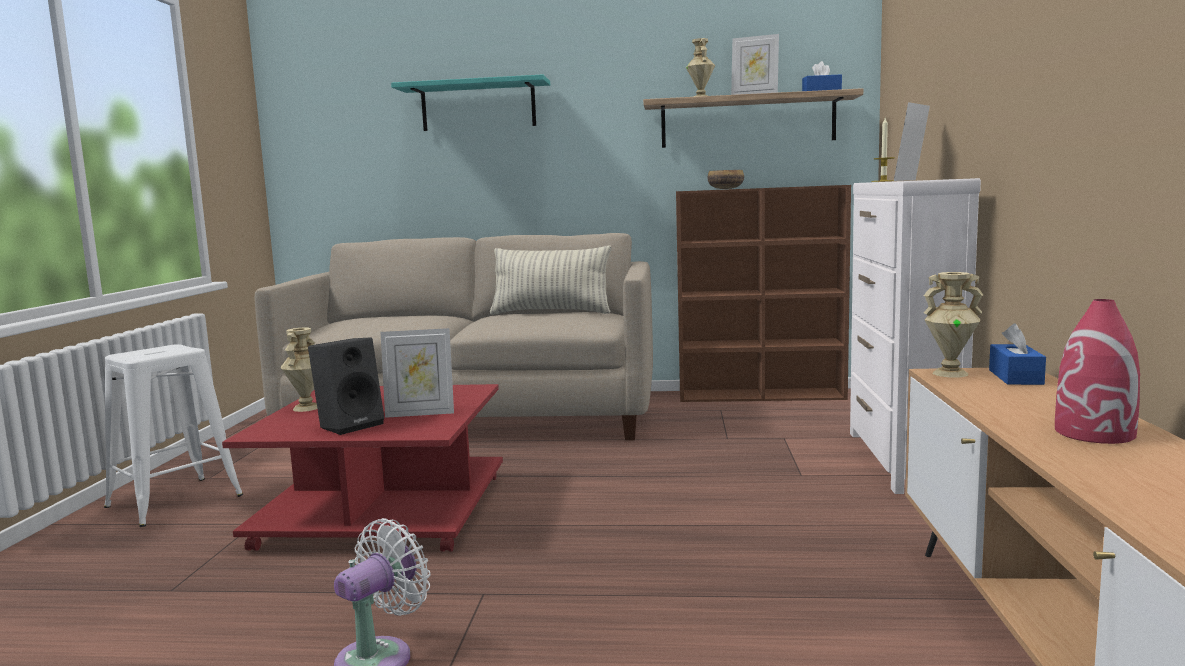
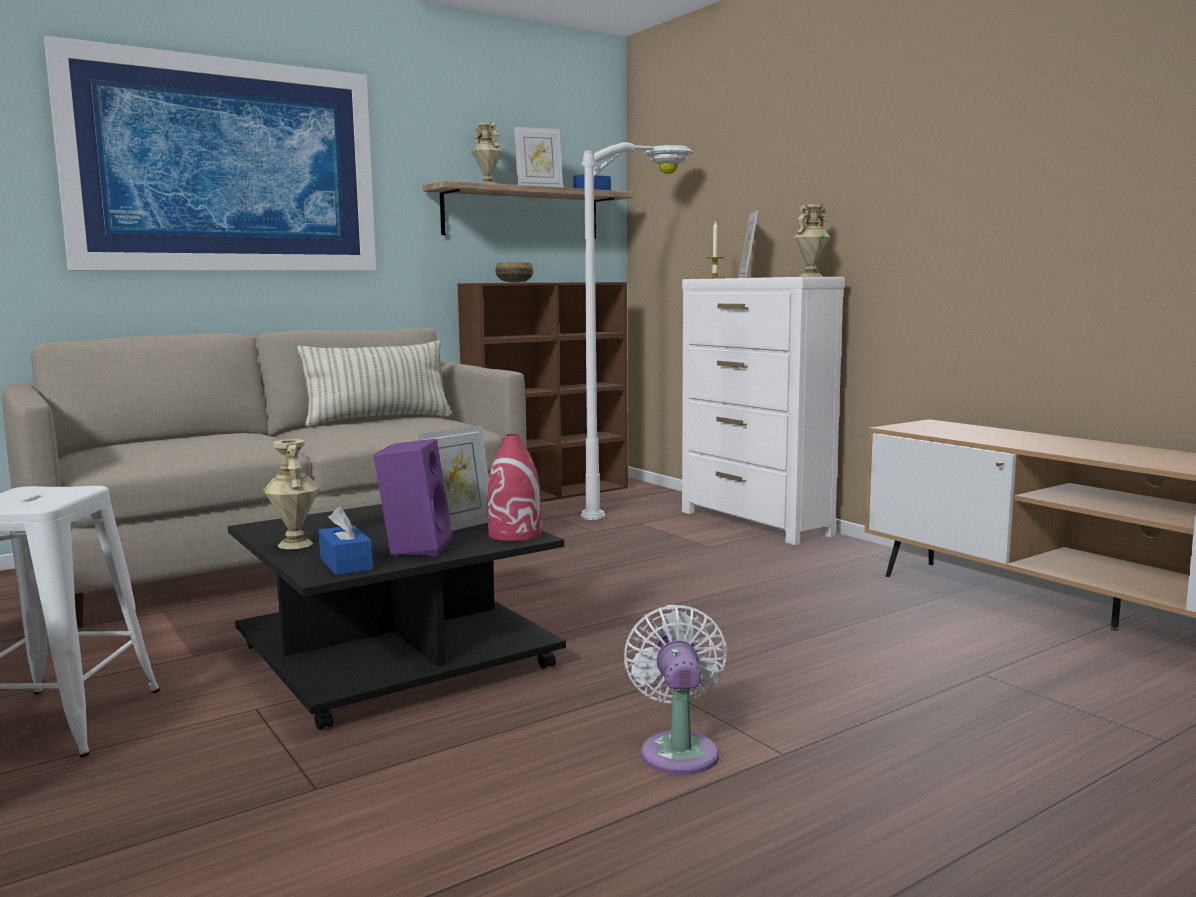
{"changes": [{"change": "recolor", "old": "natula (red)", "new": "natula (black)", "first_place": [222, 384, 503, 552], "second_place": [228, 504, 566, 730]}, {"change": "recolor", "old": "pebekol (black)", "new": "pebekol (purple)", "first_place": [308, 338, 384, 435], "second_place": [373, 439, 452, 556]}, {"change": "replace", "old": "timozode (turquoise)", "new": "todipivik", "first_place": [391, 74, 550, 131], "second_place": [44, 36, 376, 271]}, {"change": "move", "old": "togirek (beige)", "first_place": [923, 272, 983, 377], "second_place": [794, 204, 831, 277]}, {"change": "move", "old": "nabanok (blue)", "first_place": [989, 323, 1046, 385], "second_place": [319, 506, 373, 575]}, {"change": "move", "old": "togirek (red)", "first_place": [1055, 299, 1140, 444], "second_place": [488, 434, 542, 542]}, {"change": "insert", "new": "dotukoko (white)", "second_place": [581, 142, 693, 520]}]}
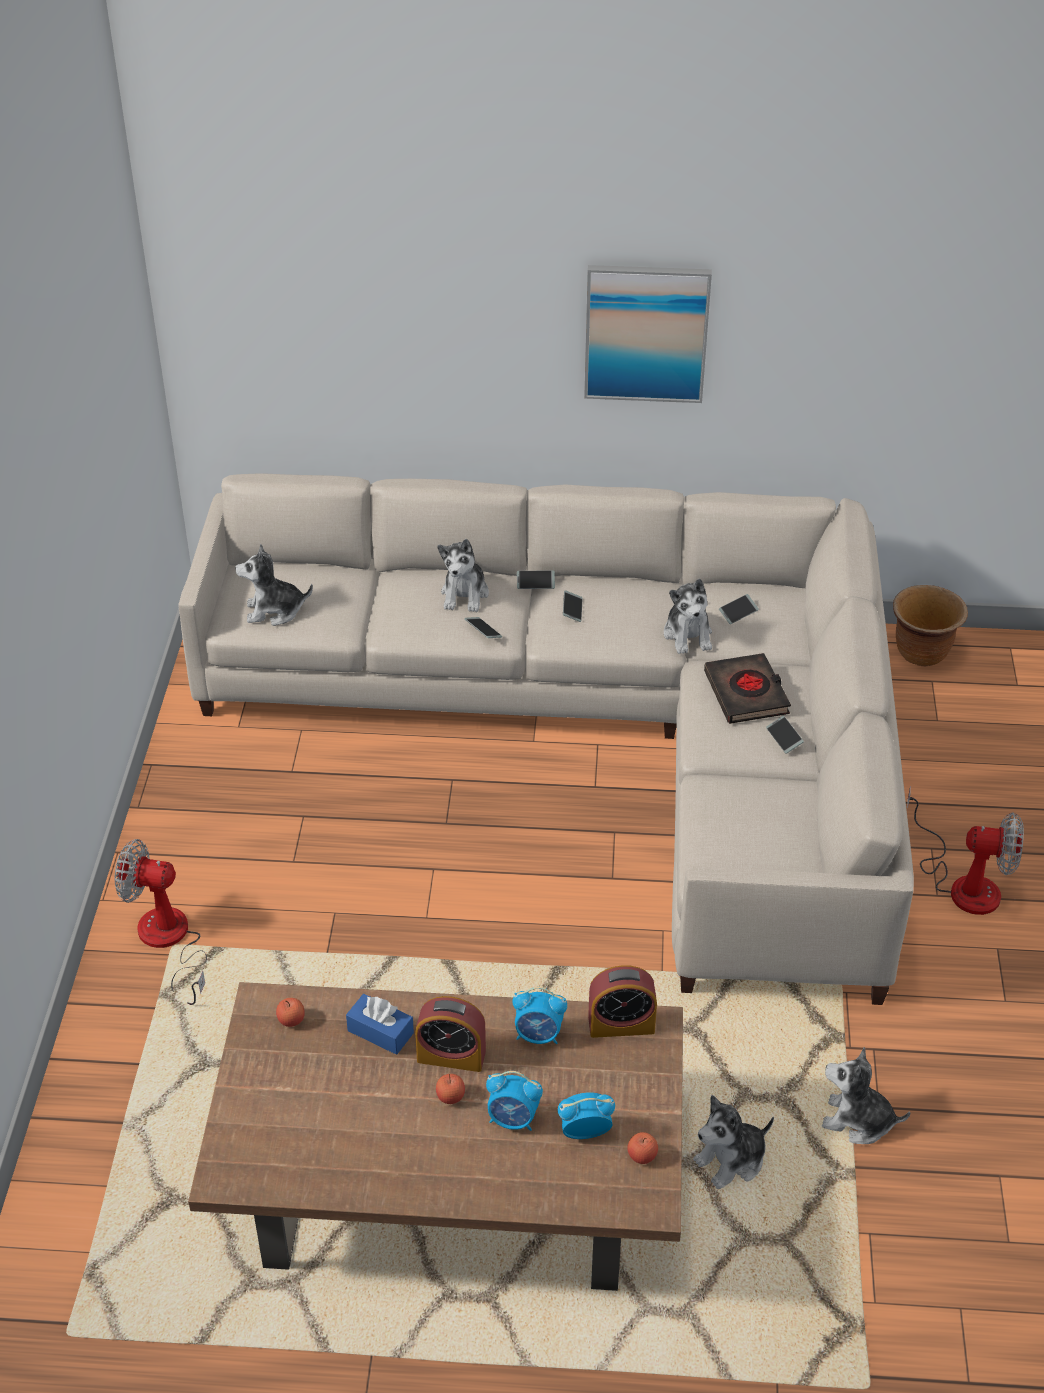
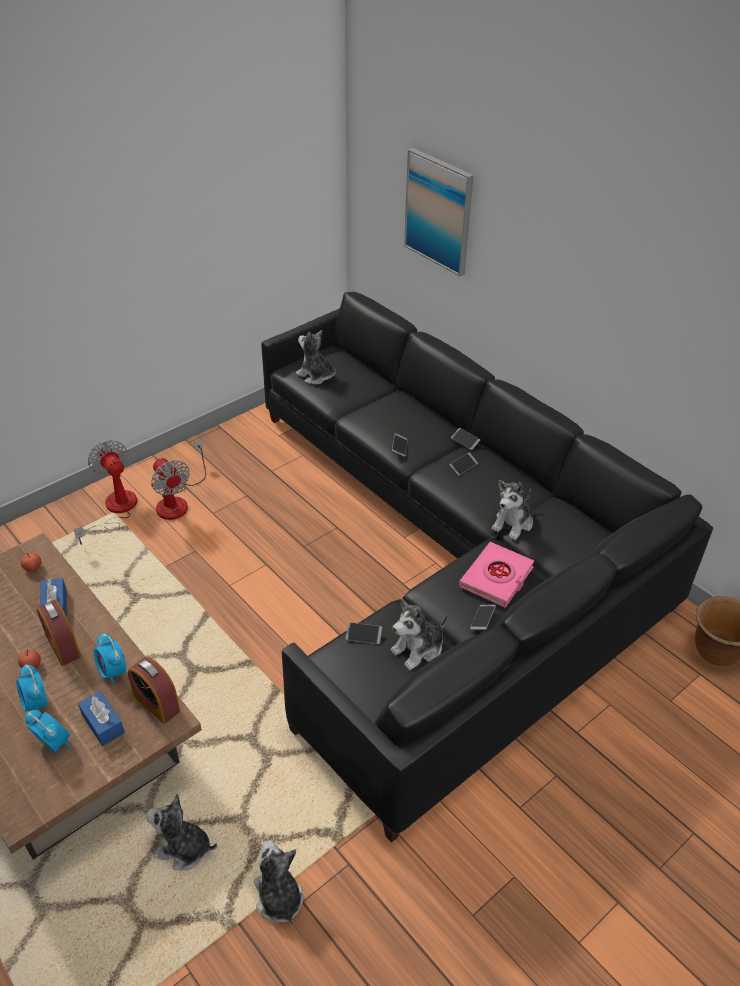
{"changes": [{"change": "recolor", "old": "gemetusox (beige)", "new": "gemetusox (black)", "first_place": [178, 473, 914, 1005], "second_place": [261, 292, 713, 843]}, {"change": "move", "old": "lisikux", "first_place": [437, 539, 489, 612], "second_place": [390, 599, 448, 670]}, {"change": "move", "old": "todipivik", "first_place": [584, 265, 712, 403], "second_place": [404, 148, 474, 276]}, {"change": "delete", "old": "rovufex", "first_place": [627, 1132, 658, 1164]}, {"change": "recolor", "old": "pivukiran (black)", "new": "pivukiran (pink)", "first_place": [704, 653, 791, 724], "second_place": [459, 542, 534, 608]}, {"change": "move", "old": "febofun", "first_place": [719, 594, 759, 624], "second_place": [346, 622, 382, 644]}, {"change": "move", "old": "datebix", "first_place": [907, 786, 1024, 915], "second_place": [151, 439, 206, 520]}, {"change": "insert", "new": "nabanok (blue)", "second_place": [78, 691, 125, 746]}]}
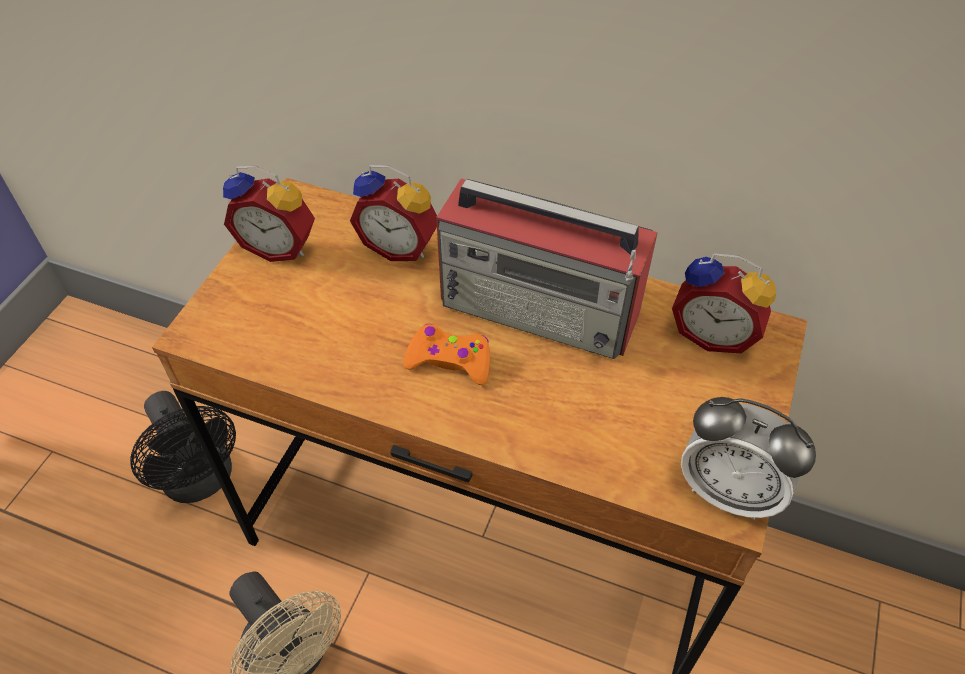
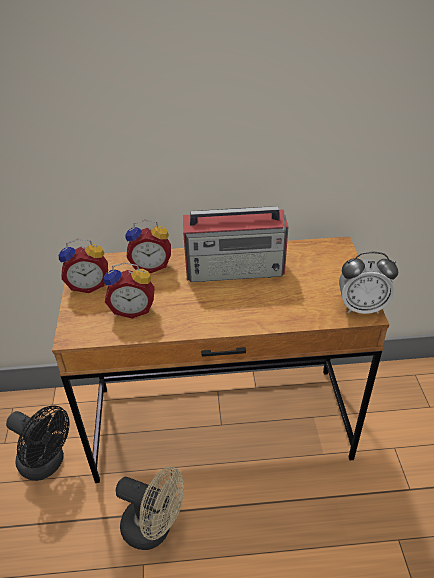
{"changes": [{"change": "delete", "old": "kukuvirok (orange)", "first_place": [403, 324, 490, 385]}, {"change": "move", "old": "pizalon", "first_place": [672, 253, 776, 353], "second_place": [104, 263, 155, 319]}]}
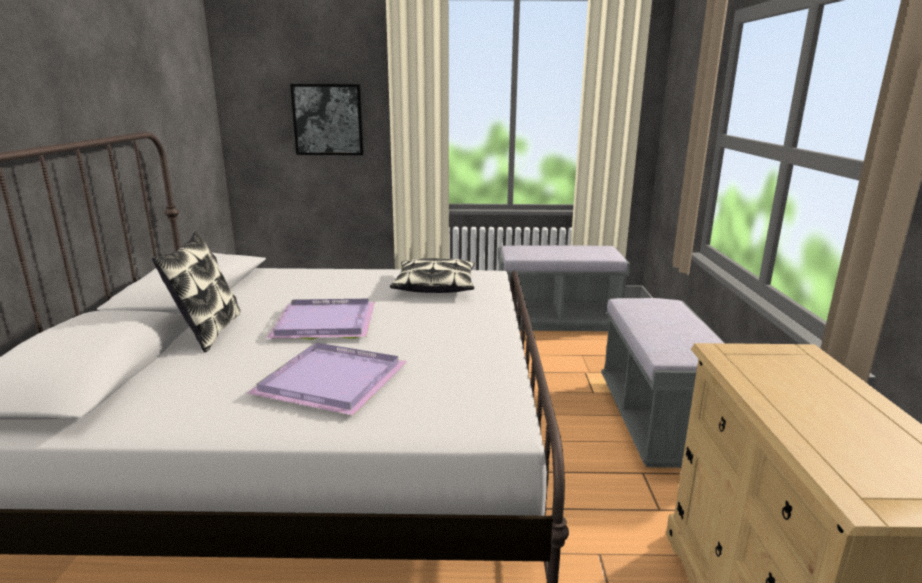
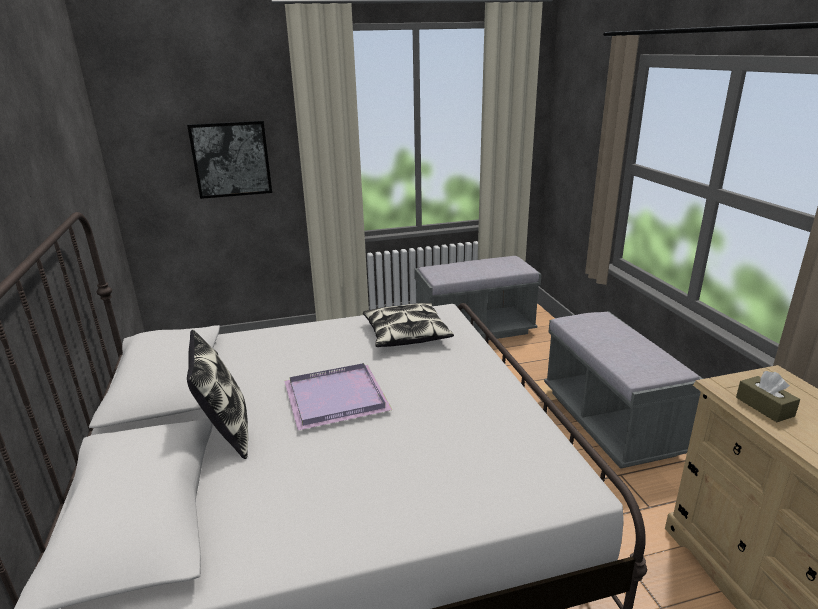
{"changes": [{"change": "delete", "old": "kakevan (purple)", "first_place": [247, 342, 407, 415]}, {"change": "insert", "new": "nabanok (brown)", "second_place": [736, 371, 800, 422]}]}
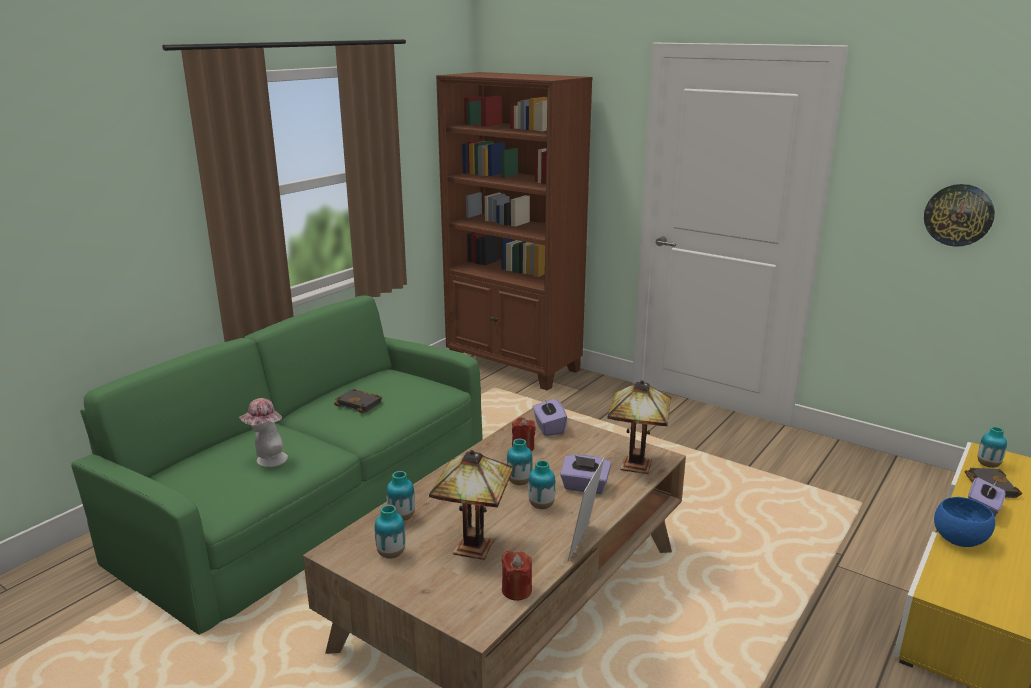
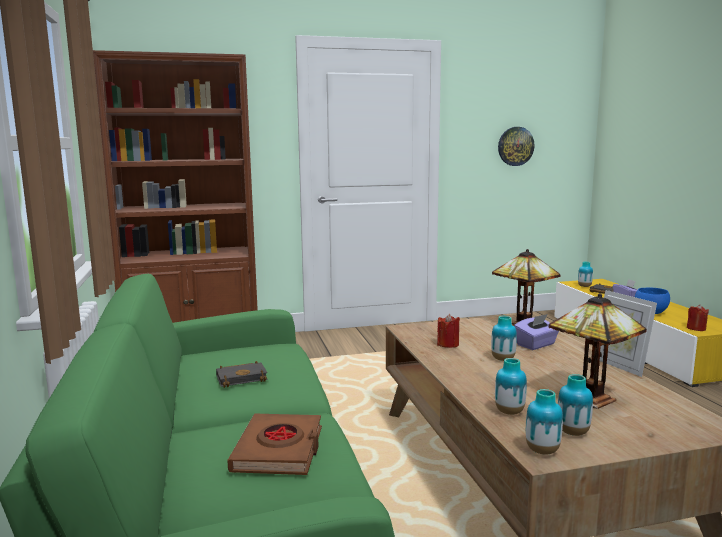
{"changes": [{"change": "replace", "old": "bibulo", "new": "pivukiran (brown)", "first_place": [239, 398, 288, 467], "second_place": [227, 414, 322, 475]}, {"change": "move", "old": "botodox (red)", "first_place": [502, 551, 532, 601], "second_place": [687, 305, 709, 331]}, {"change": "move", "old": "togirek", "first_place": [528, 460, 556, 509], "second_place": [526, 389, 563, 455]}, {"change": "delete", "old": "nabanok (purple)", "first_place": [533, 399, 567, 436]}]}
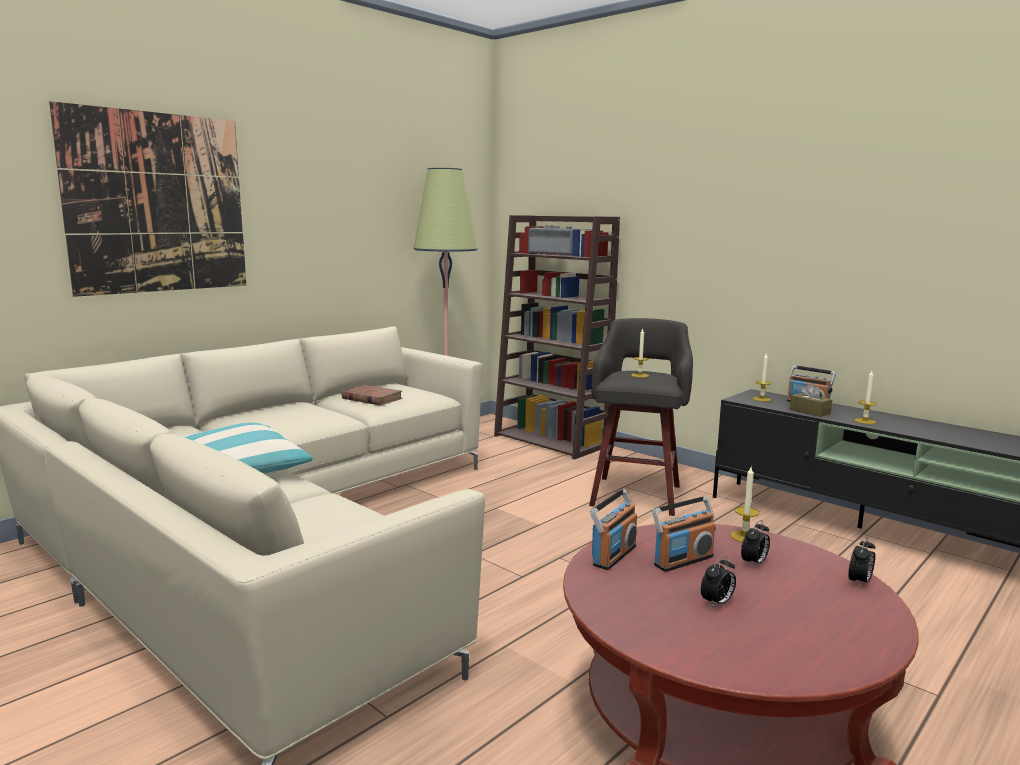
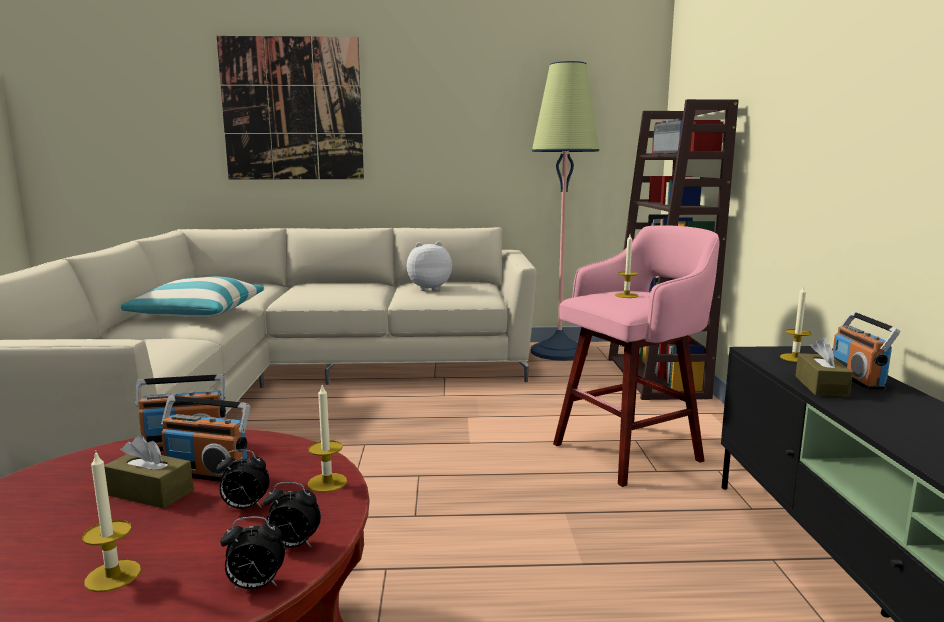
{"changes": [{"change": "replace", "old": "pivukiran (brown)", "new": "lisikux", "first_place": [342, 385, 403, 406], "second_place": [407, 242, 452, 291]}, {"change": "recolor", "old": "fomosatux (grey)", "new": "fomosatux (pink)", "first_place": [589, 318, 693, 516], "second_place": [553, 225, 720, 487]}, {"change": "move", "old": "pizalon", "first_place": [701, 556, 736, 608], "second_place": [263, 482, 321, 548]}, {"change": "move", "old": "botodox", "first_place": [855, 371, 877, 424], "second_place": [82, 450, 141, 592]}, {"change": "insert", "new": "nabanok (brown)", "second_place": [104, 435, 194, 509]}]}
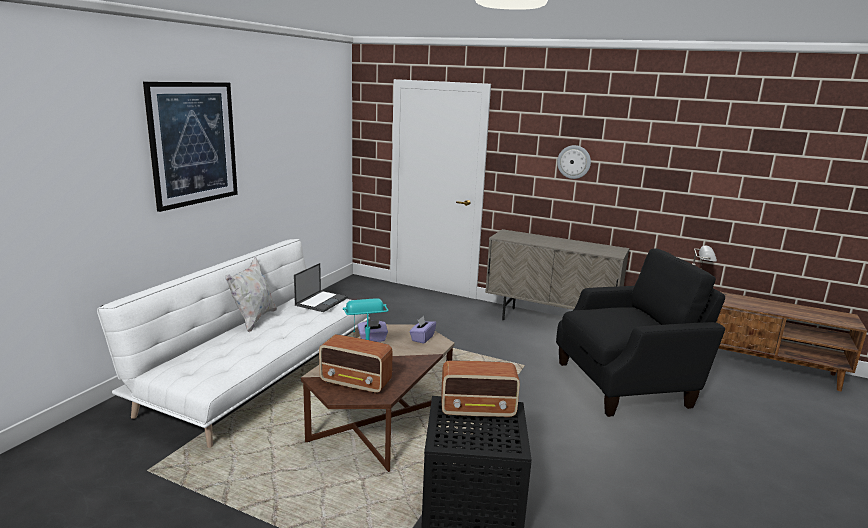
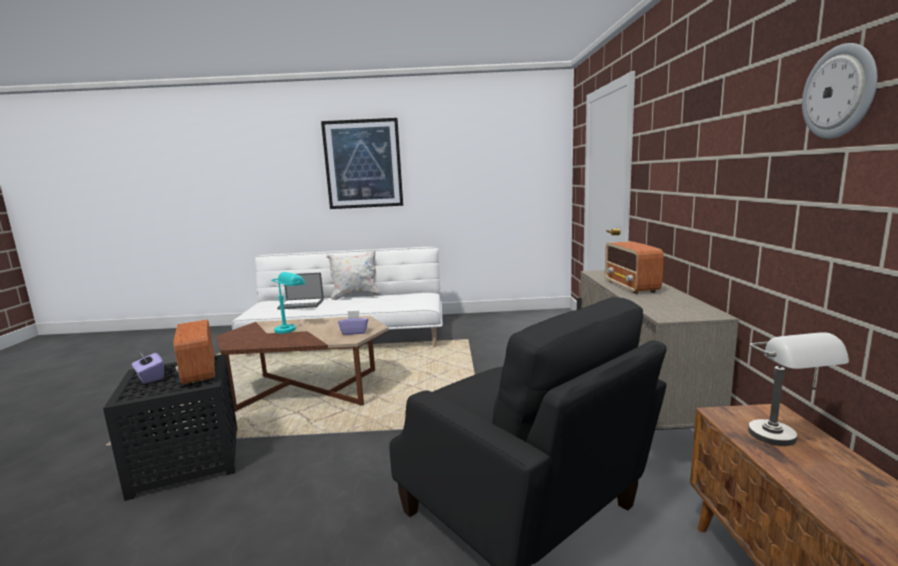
{"changes": [{"change": "move", "old": "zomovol", "first_place": [294, 263, 348, 312], "second_place": [277, 273, 324, 309]}, {"change": "move", "old": "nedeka", "first_place": [319, 334, 393, 394], "second_place": [605, 241, 664, 294]}, {"change": "move", "old": "nabanok (purple)", "first_place": [357, 321, 388, 342], "second_place": [132, 352, 164, 384]}, {"change": "move", "old": "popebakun", "first_place": [557, 145, 591, 179], "second_place": [802, 43, 877, 139]}]}
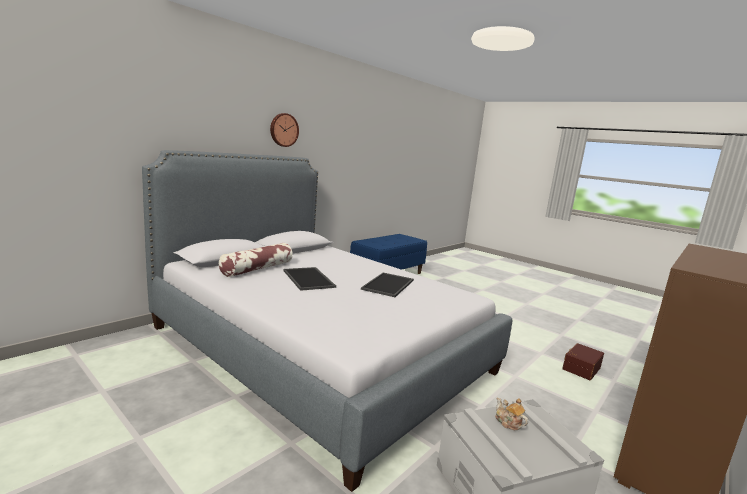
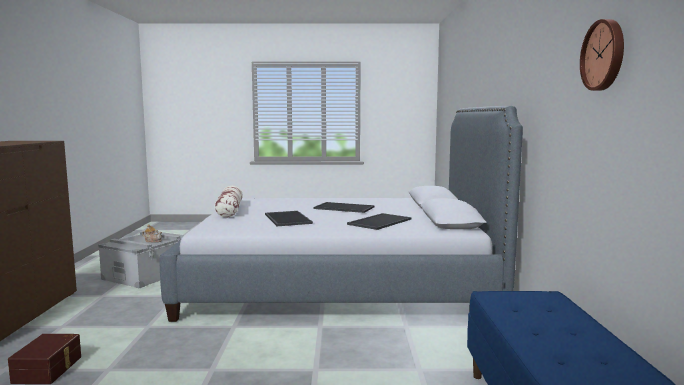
{"changes": [{"change": "move", "old": "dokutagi", "first_place": [219, 243, 293, 277], "second_place": [214, 186, 243, 218]}, {"change": "move", "old": "popebakun", "first_place": [270, 113, 299, 147], "second_place": [580, 19, 624, 91]}, {"change": "insert", "new": "kakevan", "second_place": [347, 213, 412, 230]}]}
